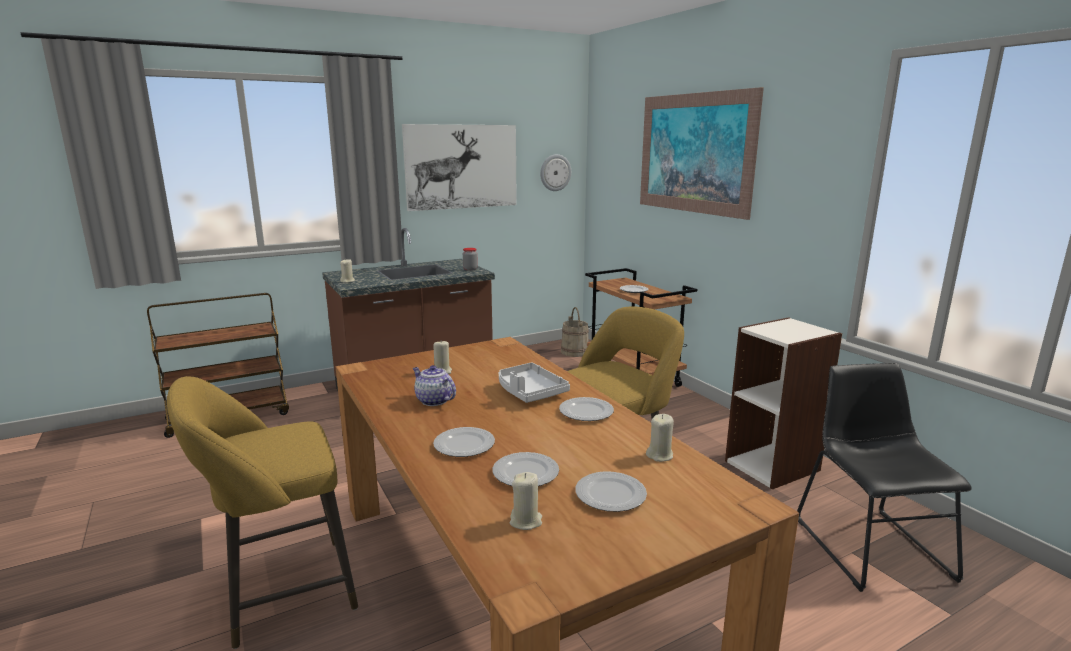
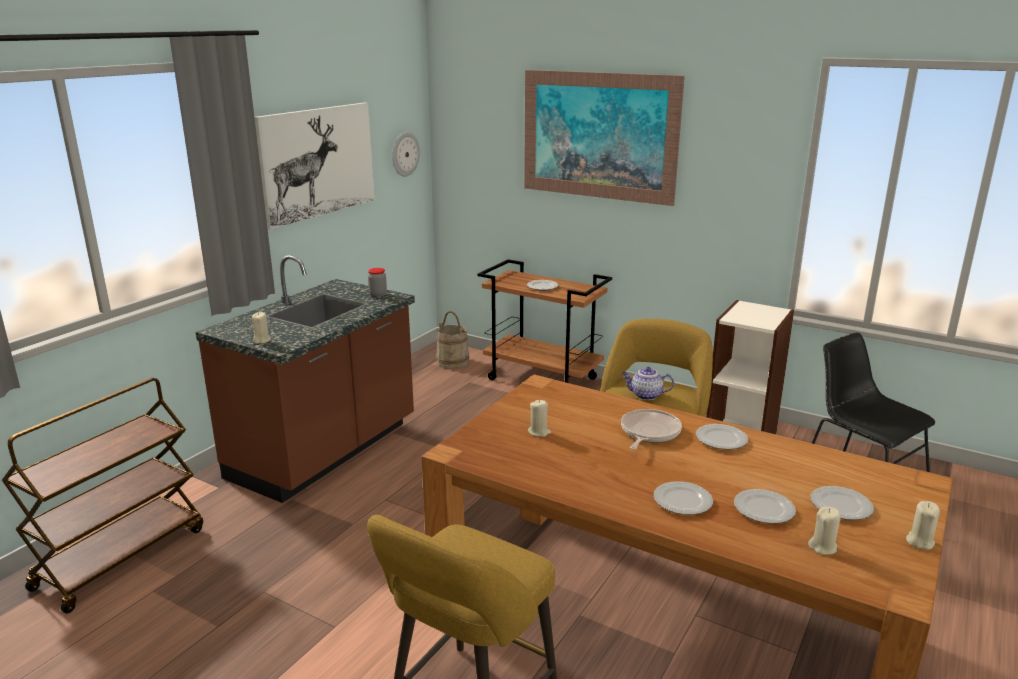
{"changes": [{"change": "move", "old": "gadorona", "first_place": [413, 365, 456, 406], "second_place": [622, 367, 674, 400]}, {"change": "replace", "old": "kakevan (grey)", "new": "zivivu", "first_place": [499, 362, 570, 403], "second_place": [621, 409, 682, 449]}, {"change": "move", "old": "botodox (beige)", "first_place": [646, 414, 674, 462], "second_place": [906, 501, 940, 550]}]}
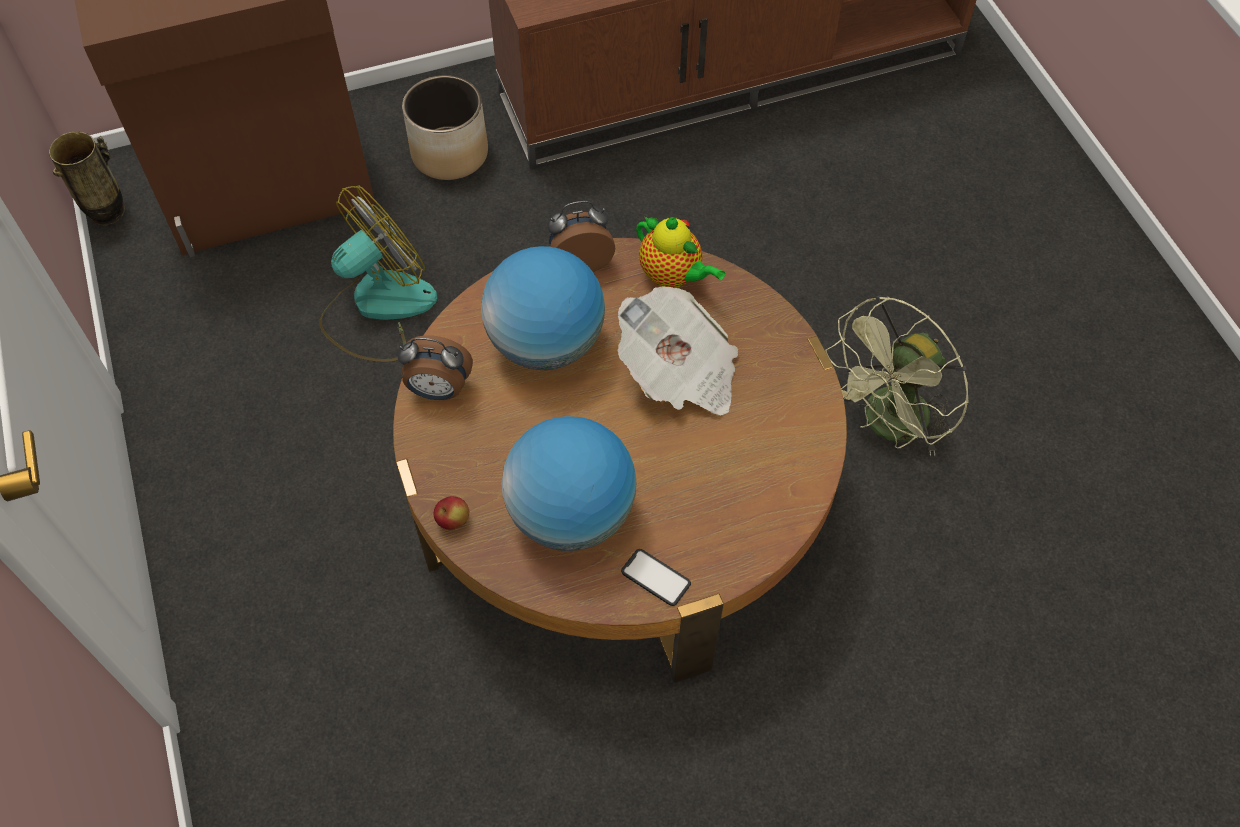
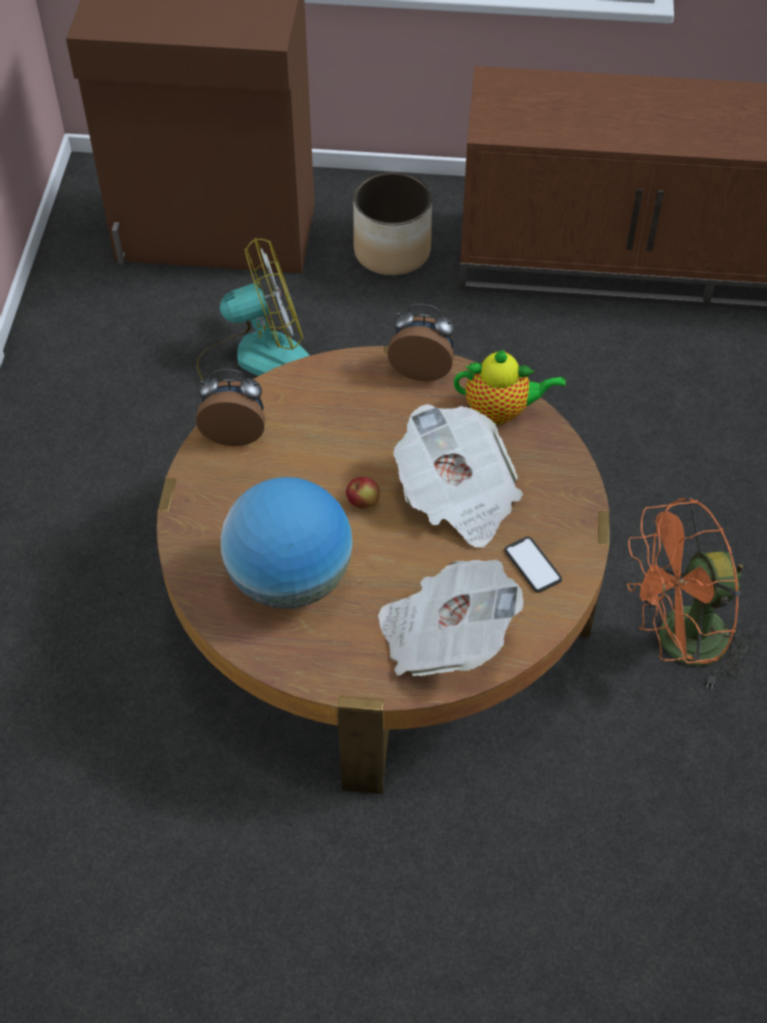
{"changes": [{"change": "delete", "old": "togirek", "first_place": [49, 132, 125, 225]}, {"change": "rotate", "old": "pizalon", "first_place": [398, 335, 473, 400], "second_place": [196, 369, 265, 446], "degrees": 150}, {"change": "move", "old": "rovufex", "first_place": [433, 496, 469, 530], "second_place": [346, 477, 380, 508]}, {"change": "delete", "old": "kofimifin", "first_place": [481, 246, 605, 370]}, {"change": "move", "old": "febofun", "first_place": [621, 549, 691, 606], "second_place": [505, 537, 562, 592]}, {"change": "rotate", "old": "gadorona", "first_place": [636, 217, 725, 288], "second_place": [454, 350, 566, 424], "degrees": -60}, {"change": "recolor", "old": "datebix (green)", "new": "datebix (orange)", "first_place": [825, 295, 969, 456], "second_place": [627, 497, 754, 690]}, {"change": "insert", "new": "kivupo", "second_place": [378, 560, 524, 676]}]}
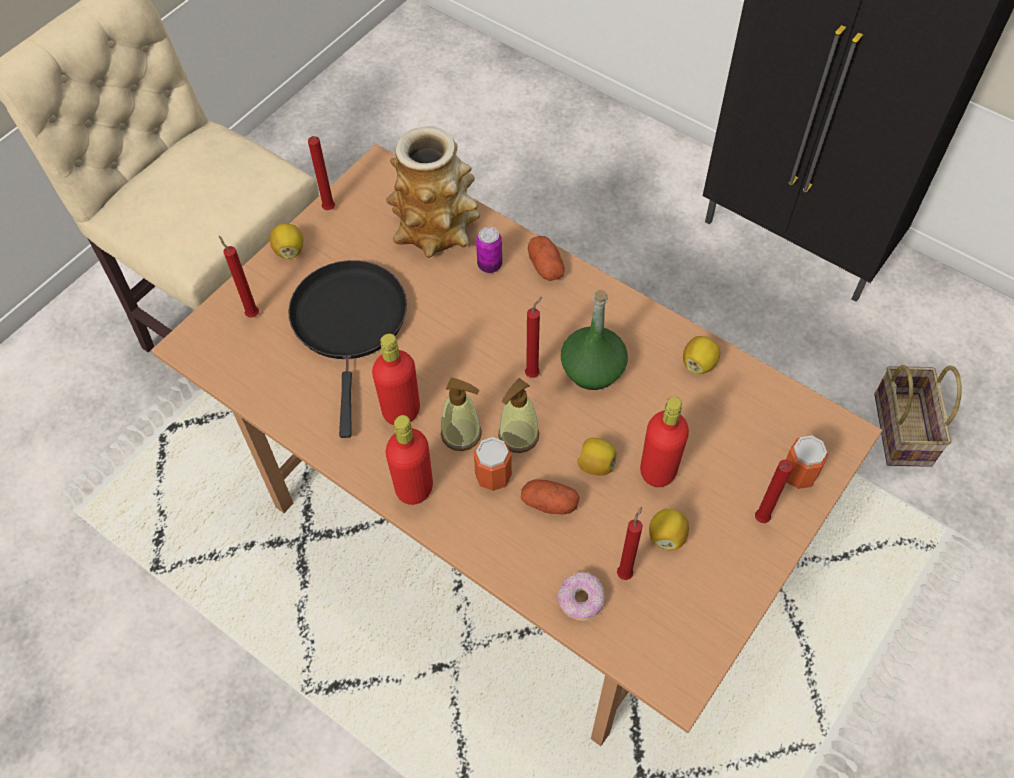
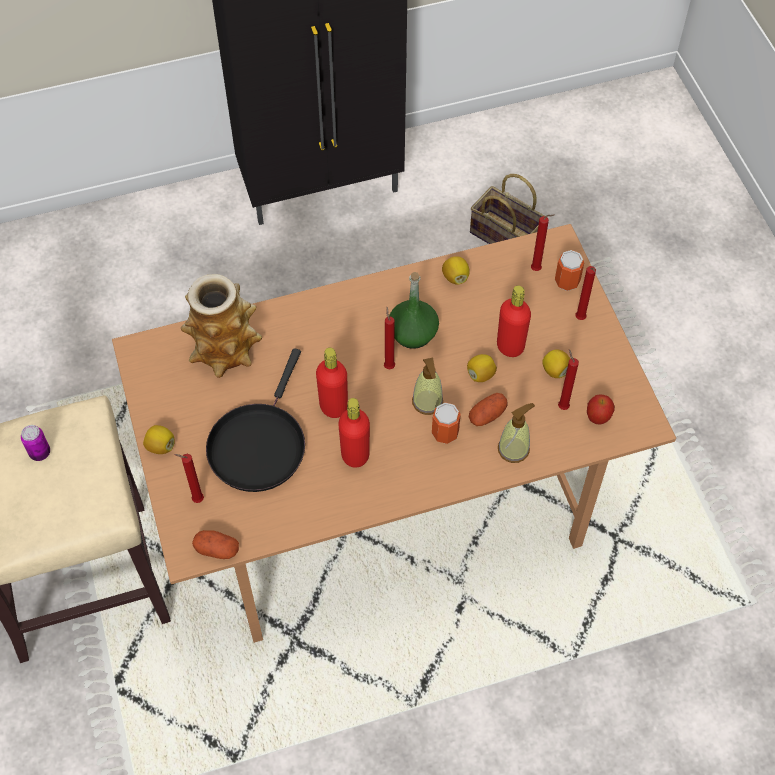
{"changes": [{"change": "rotate", "old": "zivivu (black)", "first_place": [288, 260, 407, 438], "second_place": [206, 348, 305, 492], "degrees": -105}, {"change": "move", "old": "botodox (red)", "first_place": [308, 136, 335, 210], "second_place": [531, 214, 554, 271]}, {"change": "move", "old": "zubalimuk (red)", "first_place": [386, 415, 433, 505], "second_place": [316, 348, 348, 418]}, {"change": "move", "old": "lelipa", "first_place": [441, 378, 482, 451], "second_place": [498, 403, 535, 463]}, {"change": "move", "old": "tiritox", "first_place": [476, 227, 502, 273], "second_place": [21, 425, 50, 461]}, {"change": "move", "old": "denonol", "first_place": [528, 236, 565, 281], "second_place": [192, 530, 239, 559]}, {"change": "delete", "old": "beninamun", "first_place": [557, 572, 605, 621]}, {"change": "insert", "new": "rovufex", "second_place": [587, 394, 615, 425]}]}
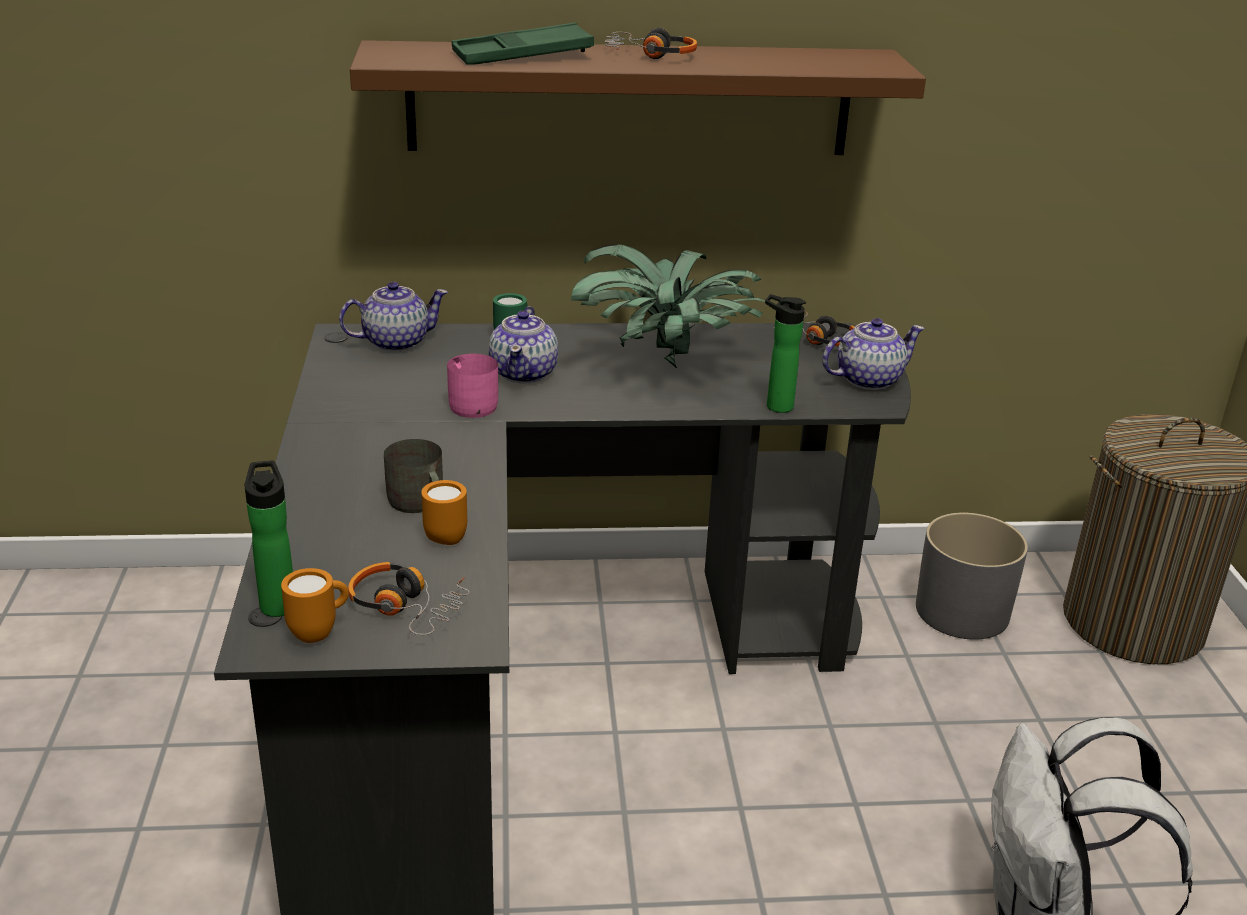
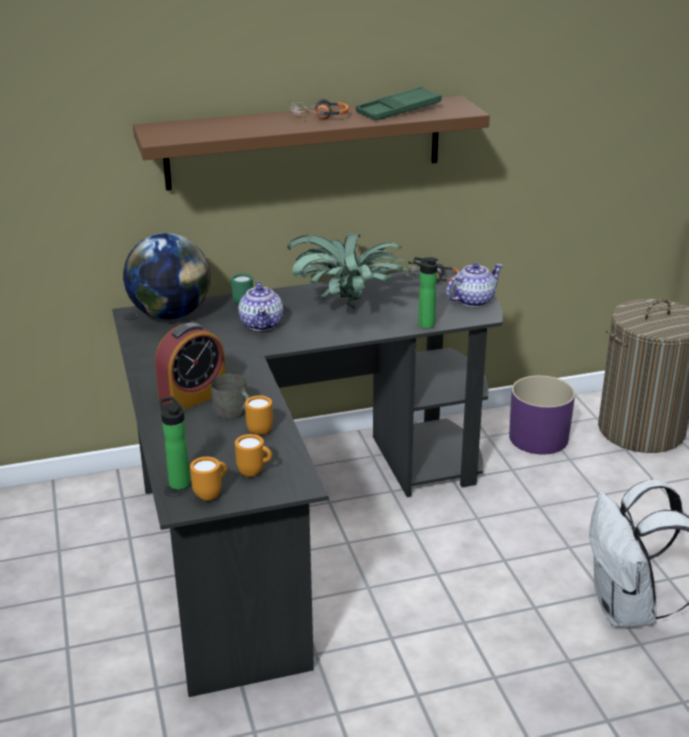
{"changes": [{"change": "replace", "old": "gadorona", "new": "kofimifin", "first_place": [339, 282, 448, 352], "second_place": [123, 233, 210, 319]}, {"change": "replace", "old": "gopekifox", "new": "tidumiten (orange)", "first_place": [348, 562, 469, 635], "second_place": [235, 434, 272, 477]}, {"change": "delete", "old": "tidumiten (pink)", "first_place": [447, 354, 498, 418]}, {"change": "move", "old": "kakevan (green)", "first_place": [452, 22, 594, 65], "second_place": [356, 87, 442, 120]}, {"change": "recolor", "old": "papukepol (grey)", "new": "papukepol (purple)", "first_place": [916, 513, 1028, 640], "second_place": [509, 375, 575, 454]}, {"change": "insert", "new": "pizalon", "second_place": [155, 323, 226, 410]}]}
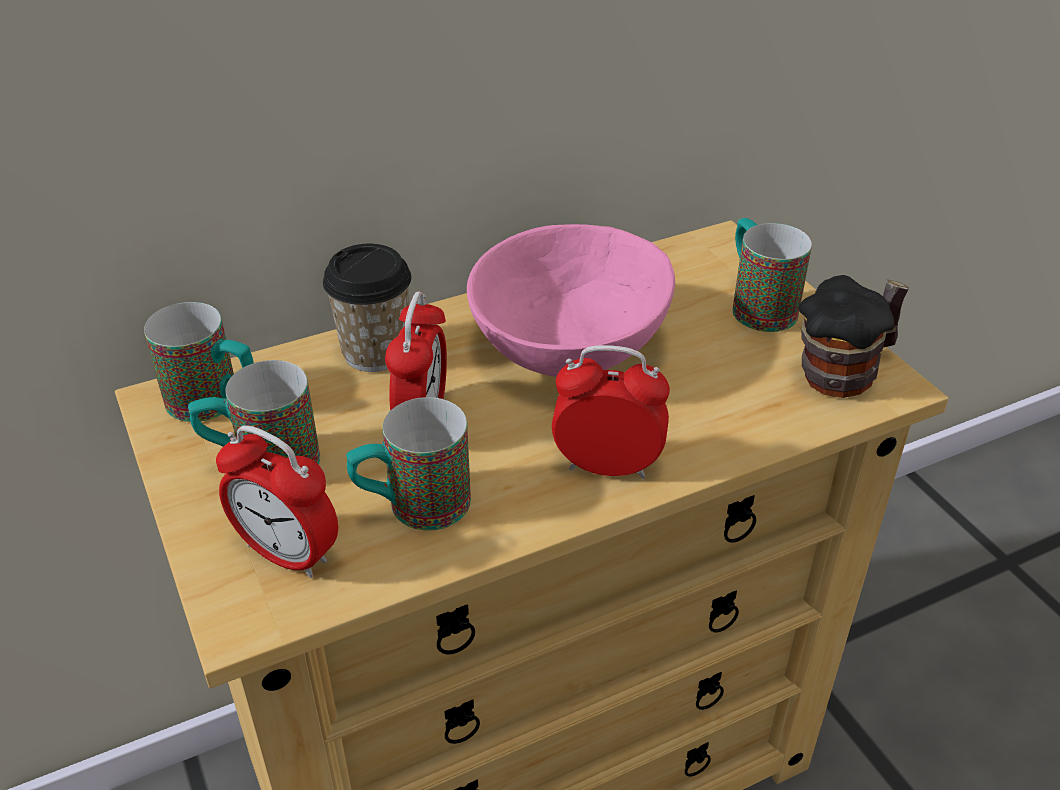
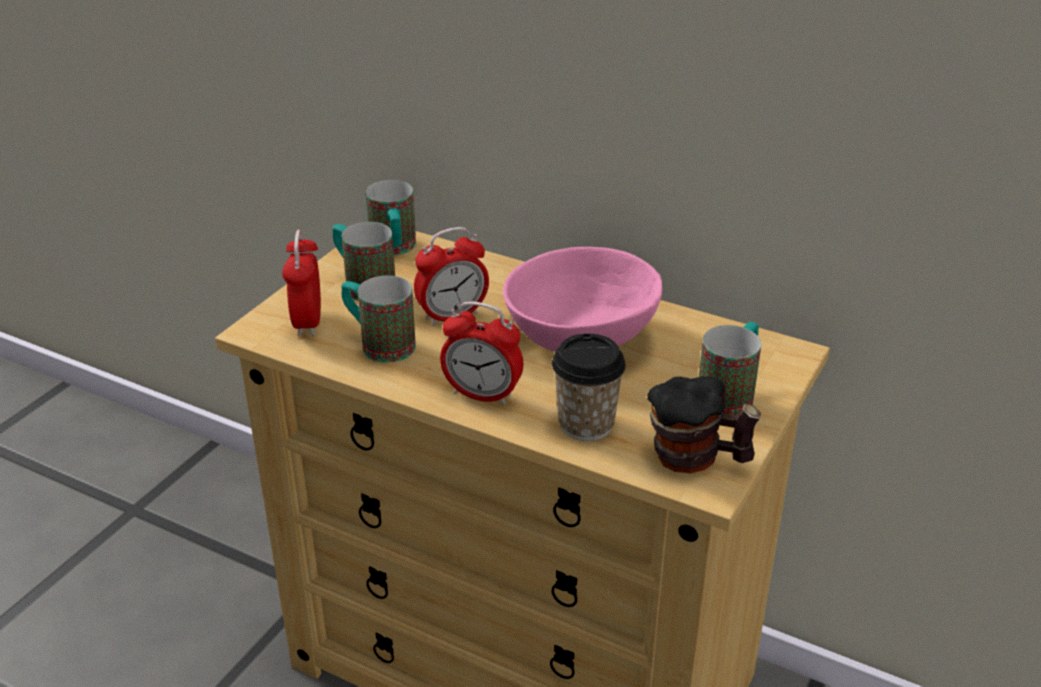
{"changes": [{"change": "move", "old": "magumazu", "first_place": [323, 244, 411, 372], "second_place": [552, 334, 626, 441]}, {"change": "rotate", "old": "pizalon", "first_place": [552, 345, 670, 479], "second_place": [440, 301, 523, 405], "degrees": 135}]}
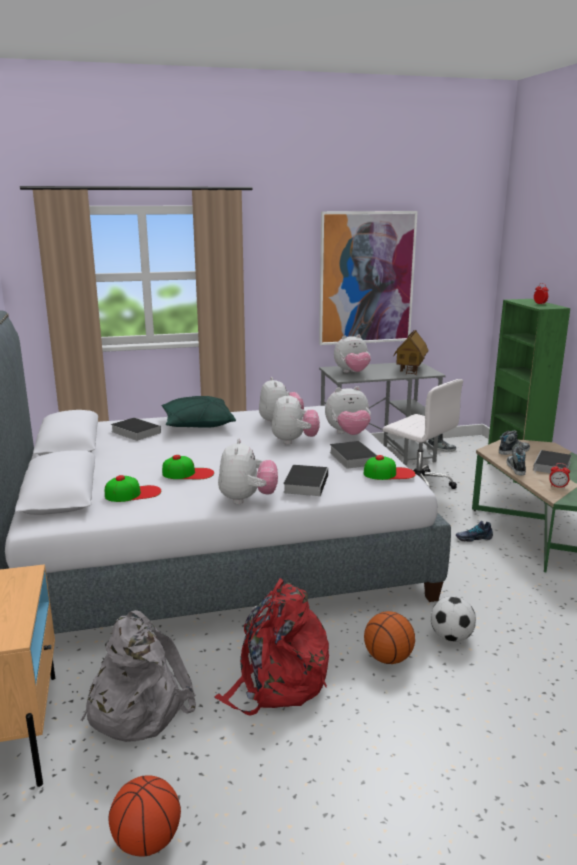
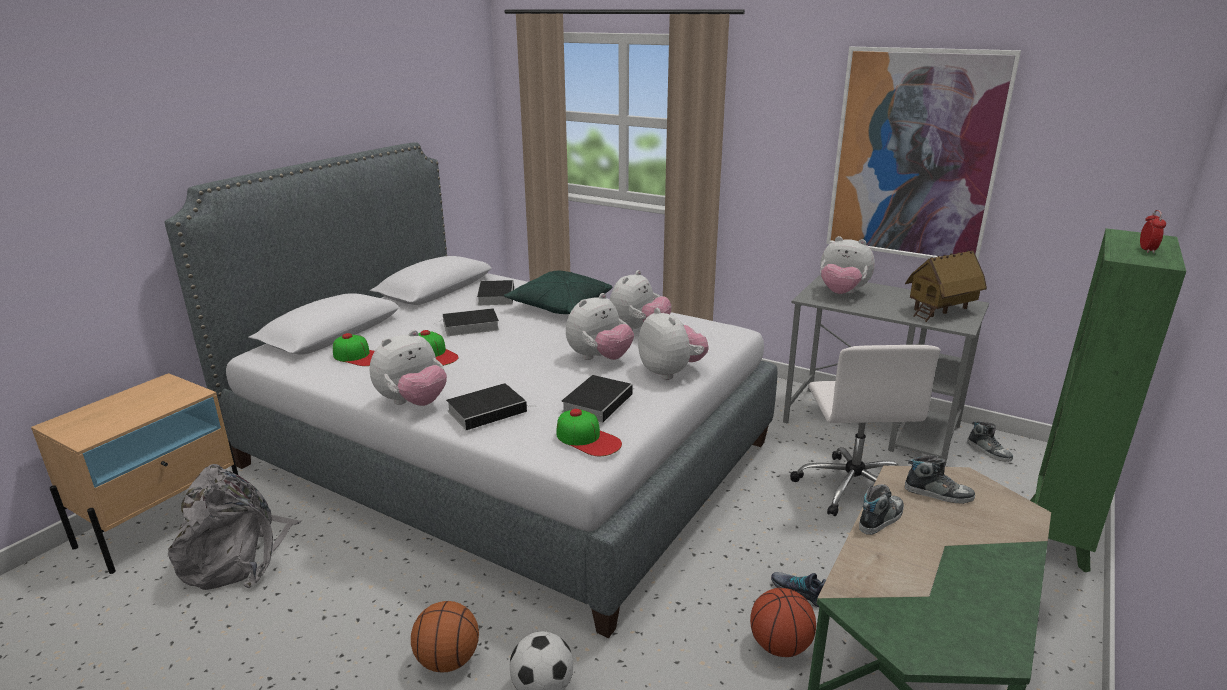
{"changes": [{"change": "move", "old": "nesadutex", "first_place": [109, 775, 181, 857], "second_place": [750, 588, 816, 657]}, {"change": "delete", "old": "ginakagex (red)", "first_place": [215, 578, 329, 716]}, {"change": "rotate", "old": "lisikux", "first_place": [325, 386, 371, 435], "second_place": [638, 308, 708, 380], "degrees": -150}, {"change": "move", "old": "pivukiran", "first_place": [533, 450, 572, 473], "second_place": [437, 308, 499, 336]}, {"change": "delete", "old": "pizalon", "first_place": [549, 463, 570, 488]}]}
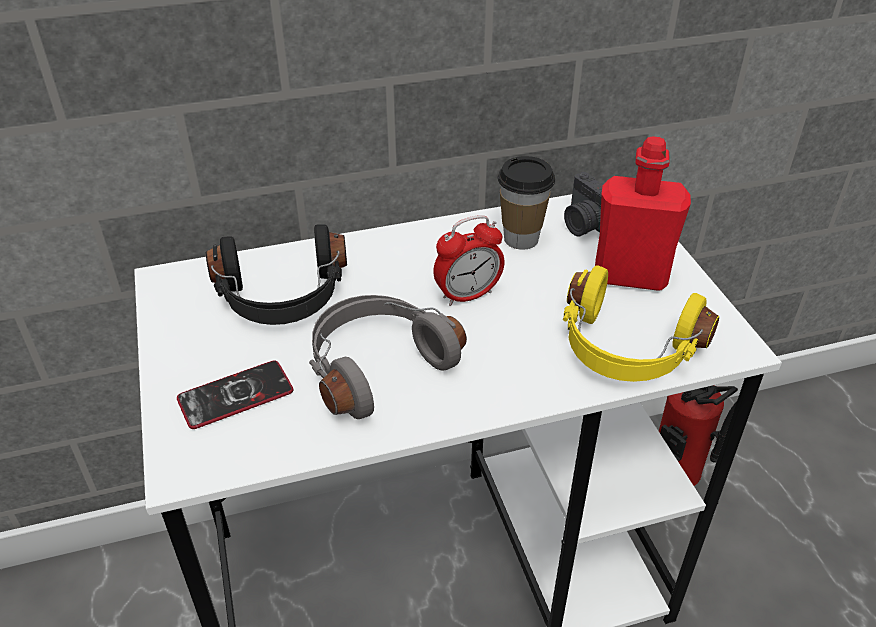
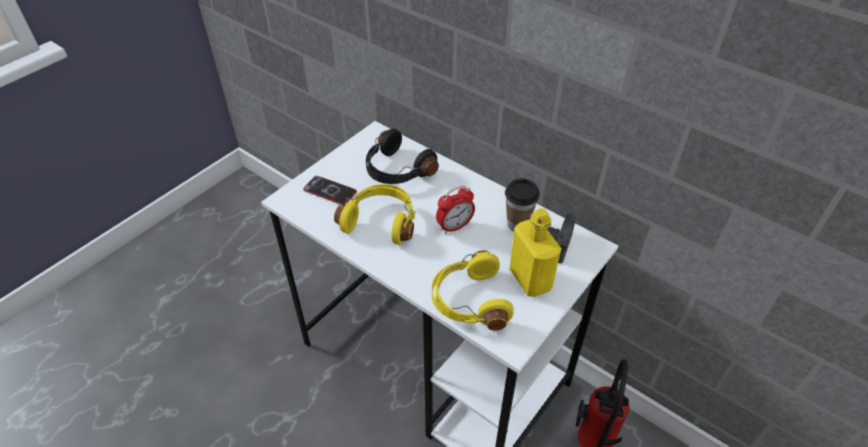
{"changes": [{"change": "recolor", "old": "gopekifox (grey)", "new": "gopekifox (yellow)", "first_place": [309, 295, 467, 419], "second_place": [334, 184, 415, 245]}, {"change": "rotate", "old": "pizalon", "first_place": [433, 215, 505, 306], "second_place": [436, 186, 475, 234], "degrees": -60}, {"change": "recolor", "old": "zubalimuk (red)", "new": "zubalimuk (yellow)", "first_place": [595, 136, 691, 291], "second_place": [509, 208, 562, 297]}]}
